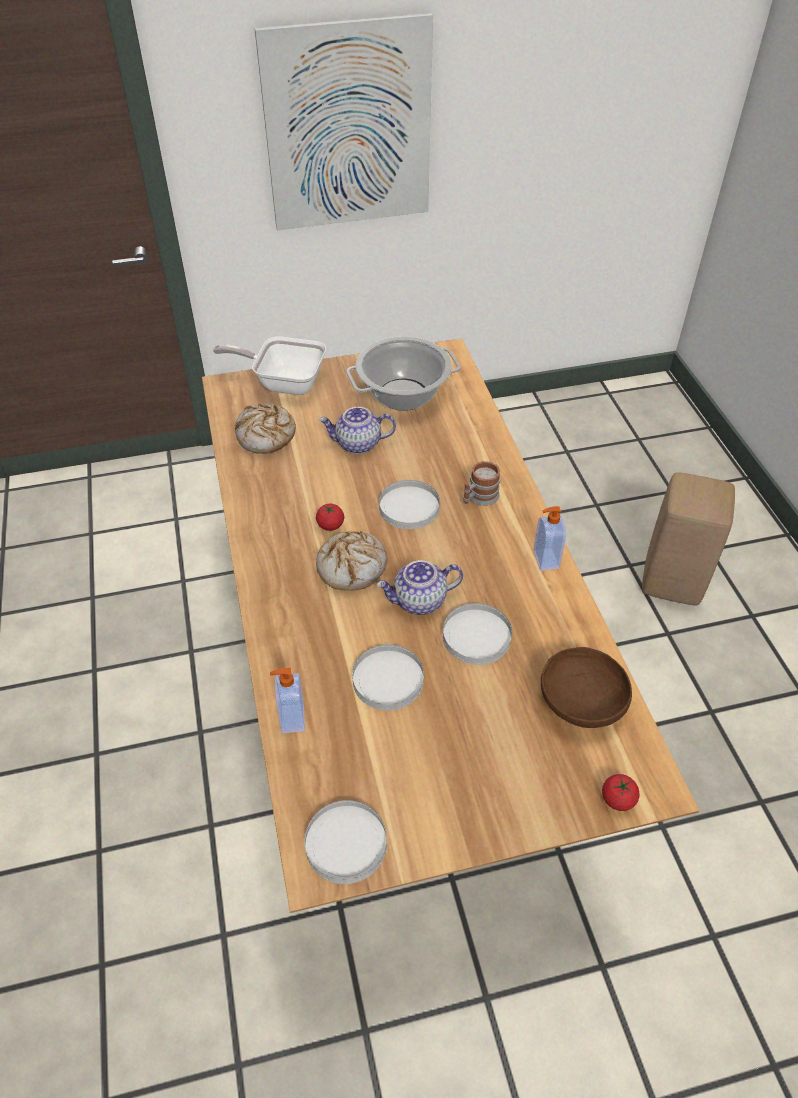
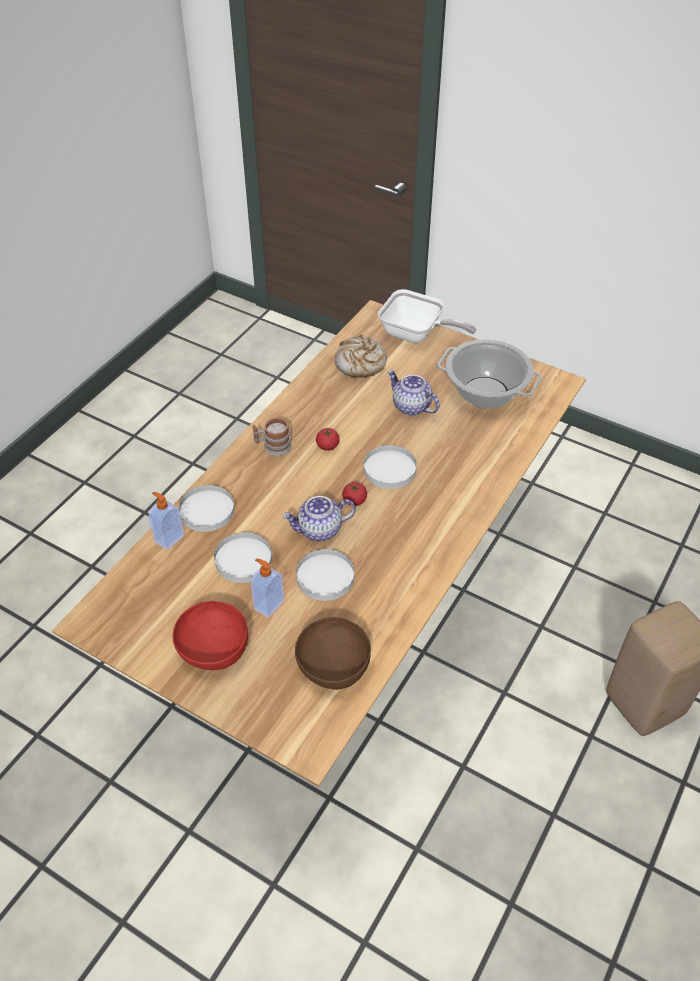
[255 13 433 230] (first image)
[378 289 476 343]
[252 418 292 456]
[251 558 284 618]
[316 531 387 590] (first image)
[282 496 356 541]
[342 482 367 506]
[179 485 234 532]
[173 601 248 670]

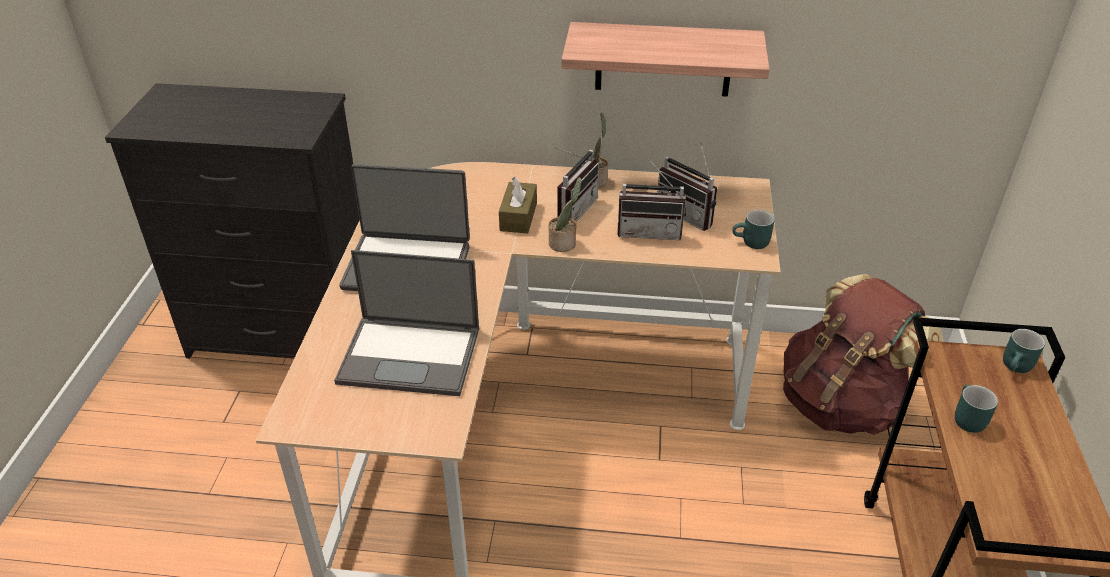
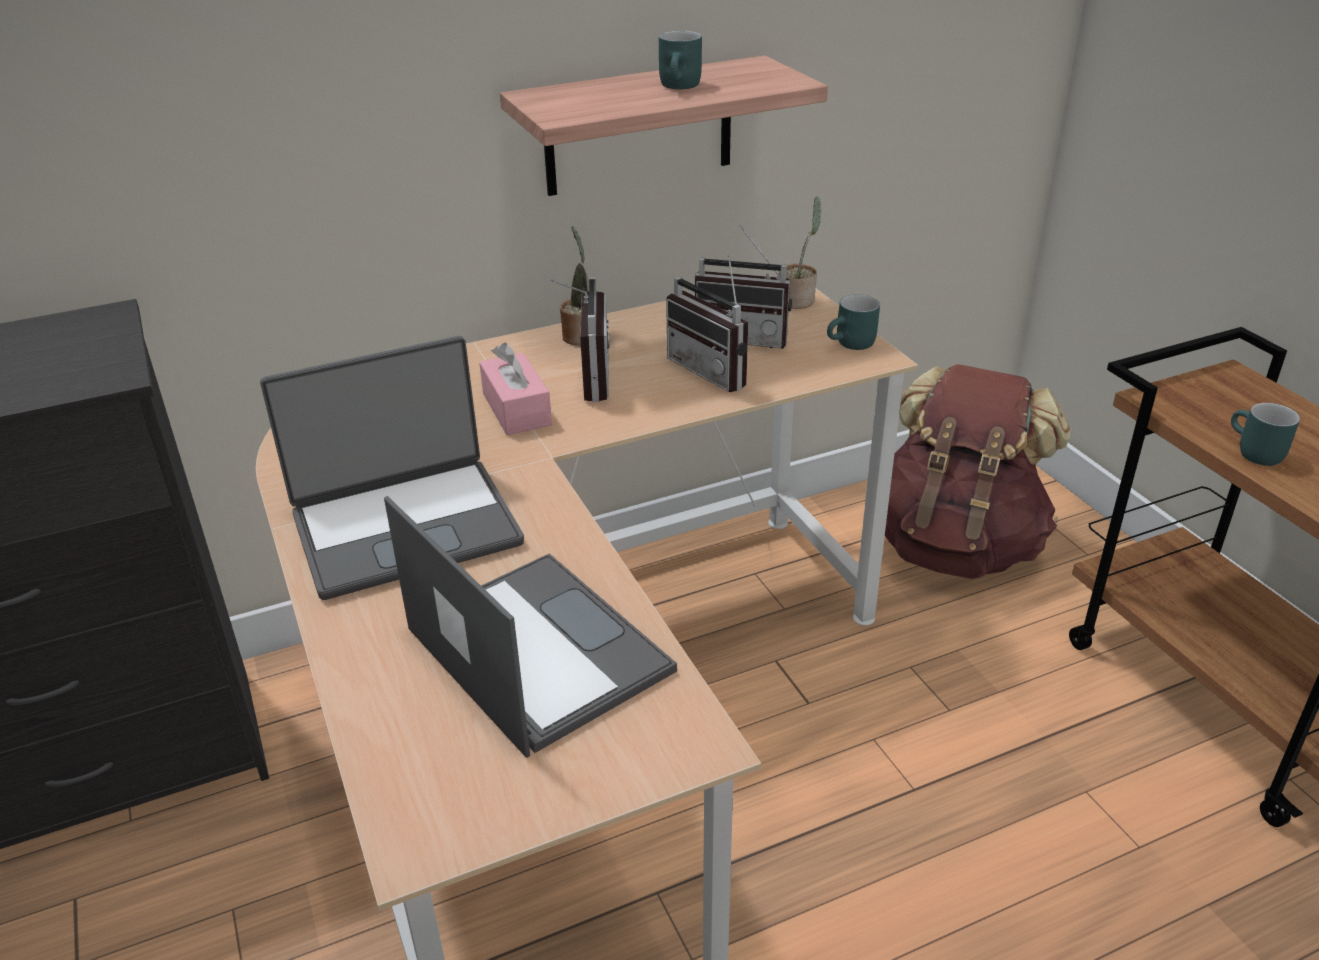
[666 254 748 392]
[479 342 552 435]
[779 197 821 309]
[384 496 677 758]
[659 31 702 89]

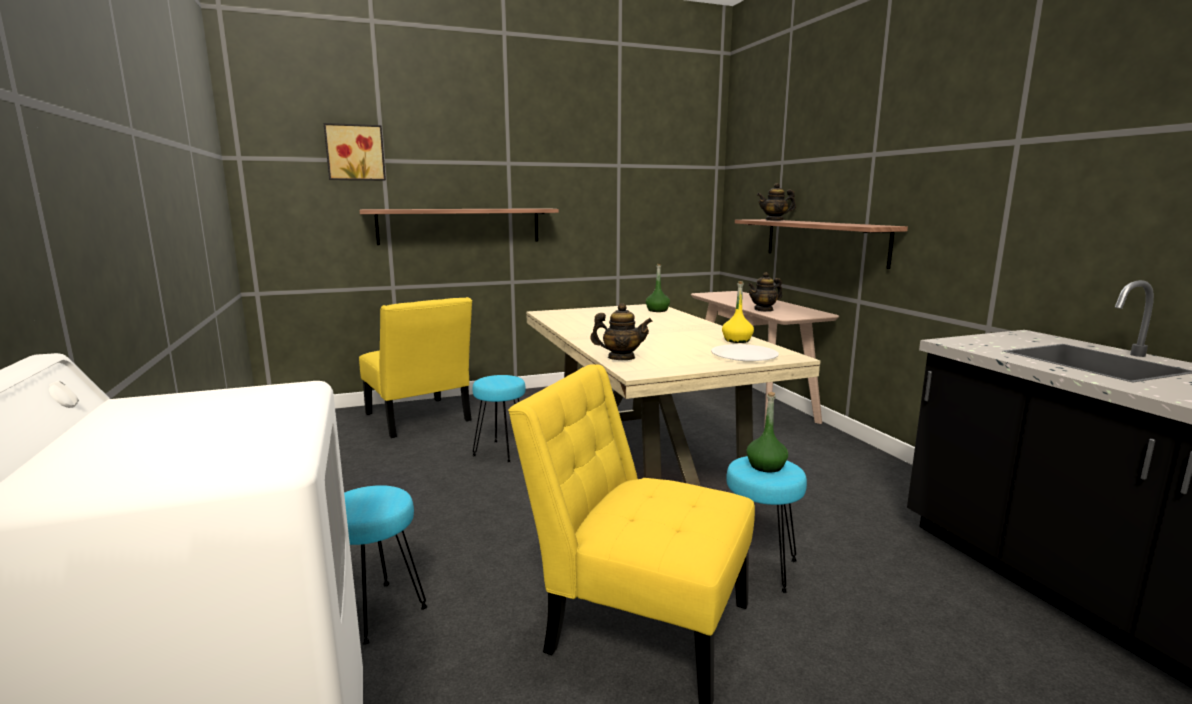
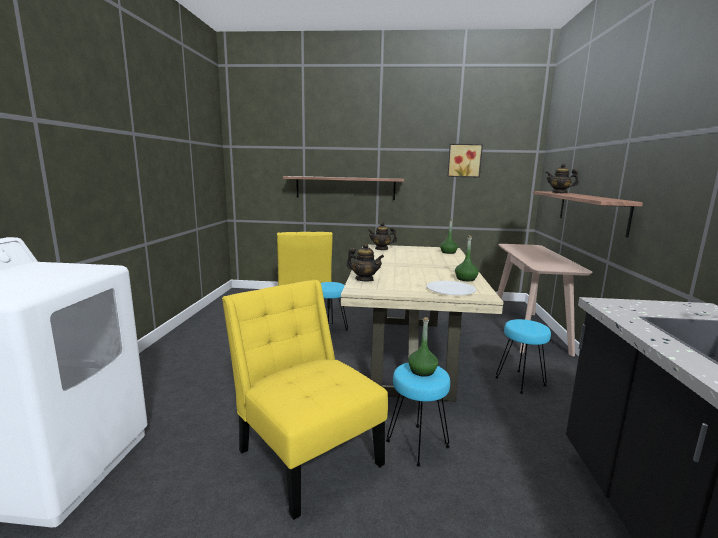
[447 144 483 178]
[368 222 397 250]
[455 235 479 281]
[495 319 551 394]

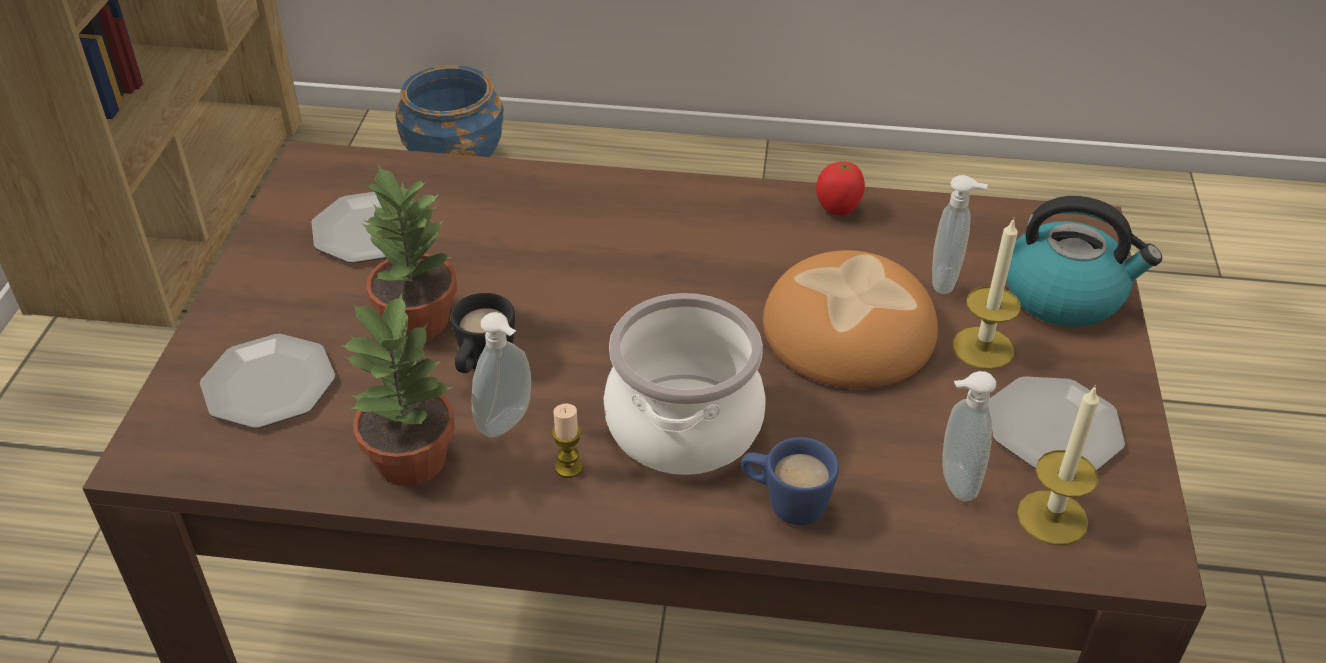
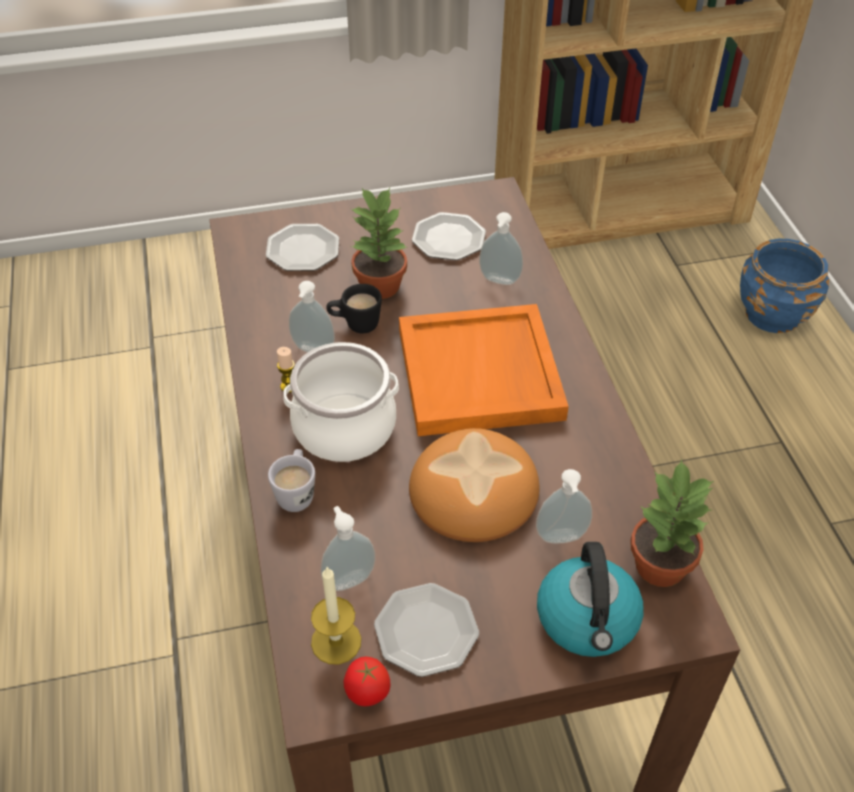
[344 657 390 706]
[953 218 1021 370] (first image)
[630 459 714 587]
[268 449 315 512]
[479 212 523 285]
[399 304 569 436]

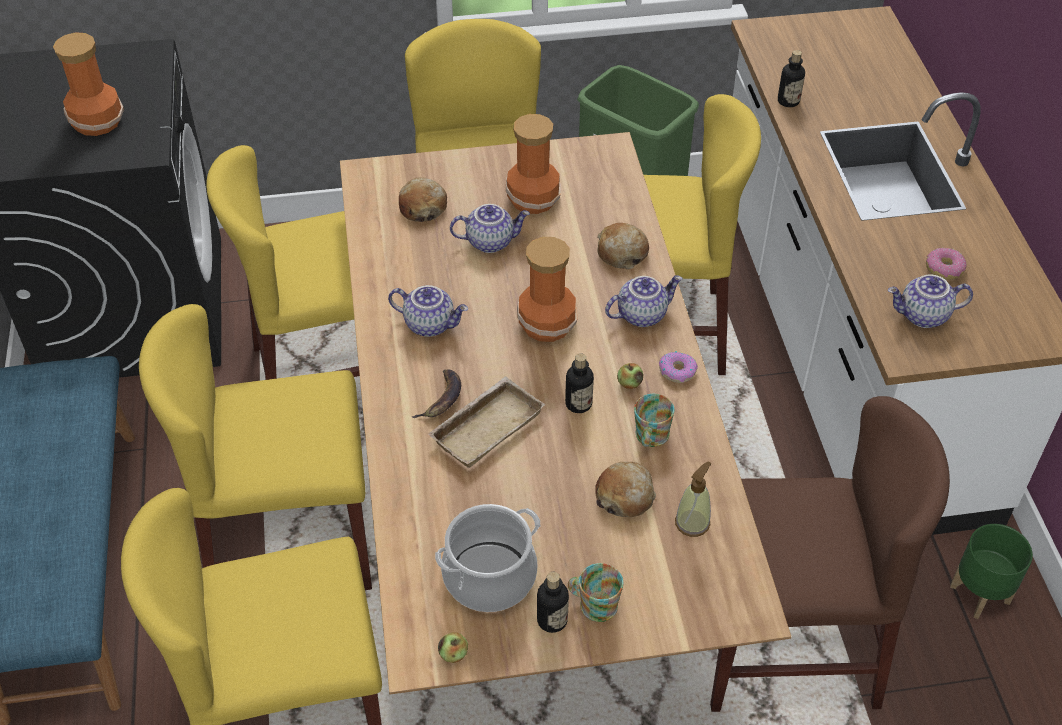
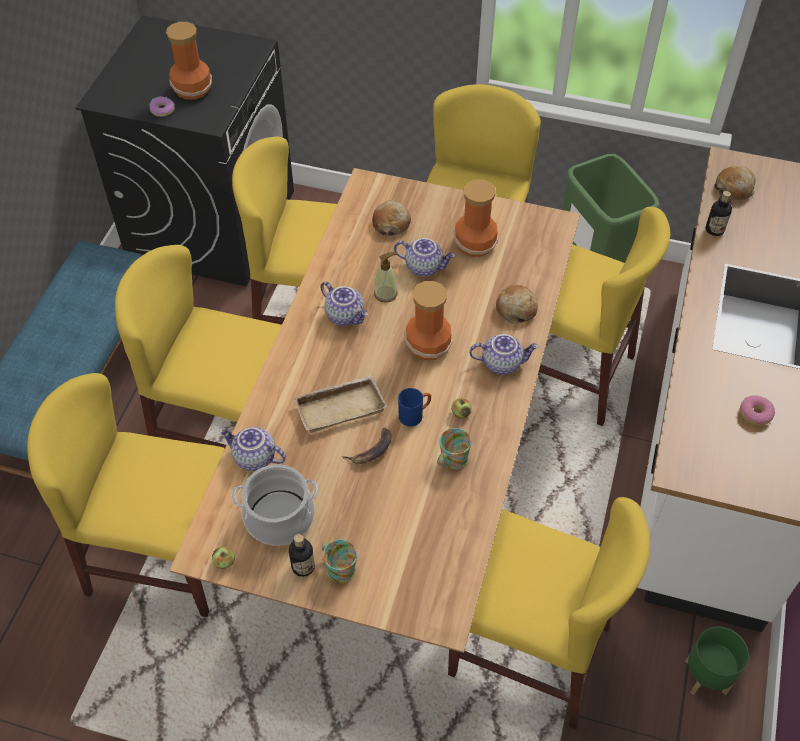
[219 427 286 471]
[149 97 175 117]
[398 388 431 426]
[342 427 392 464]
[448 497 650 729]
[714 166 756 201]
[374 252 398 302]

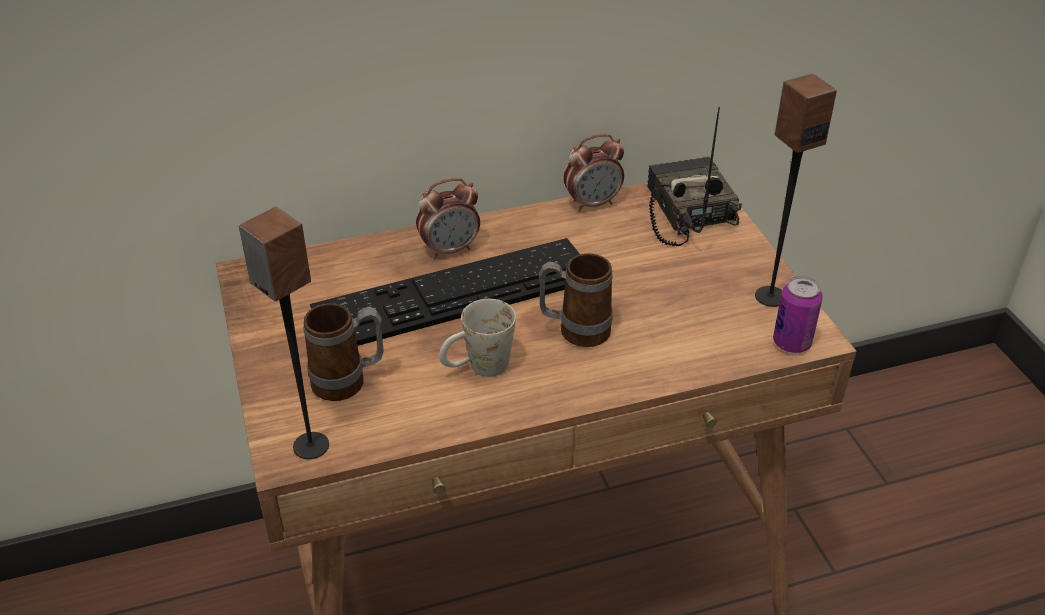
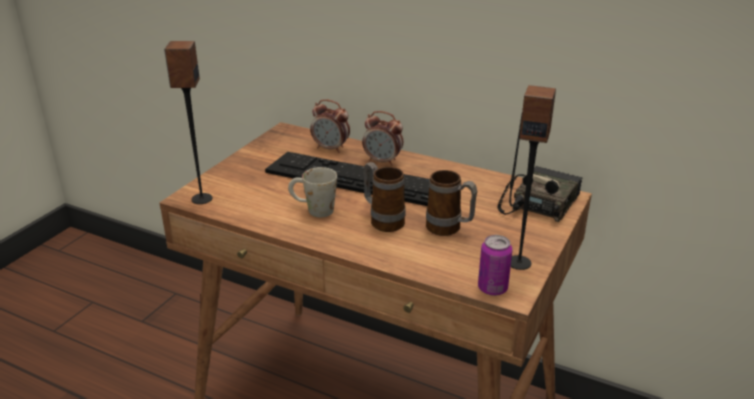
[310 99 350 153]
[426 170 477 236]

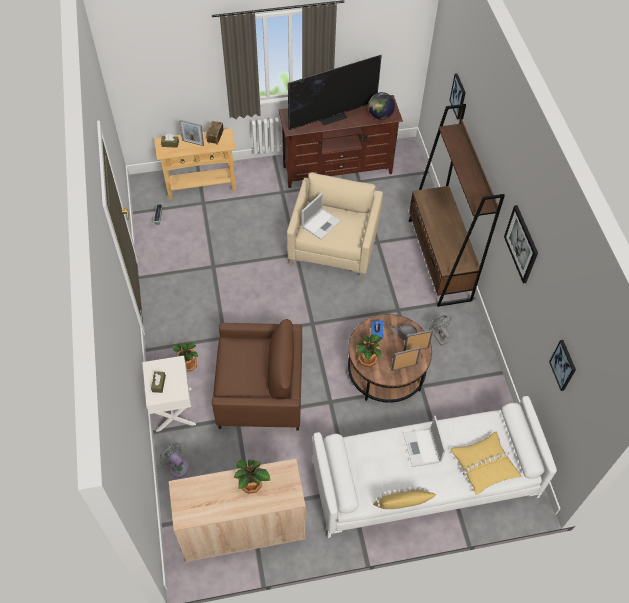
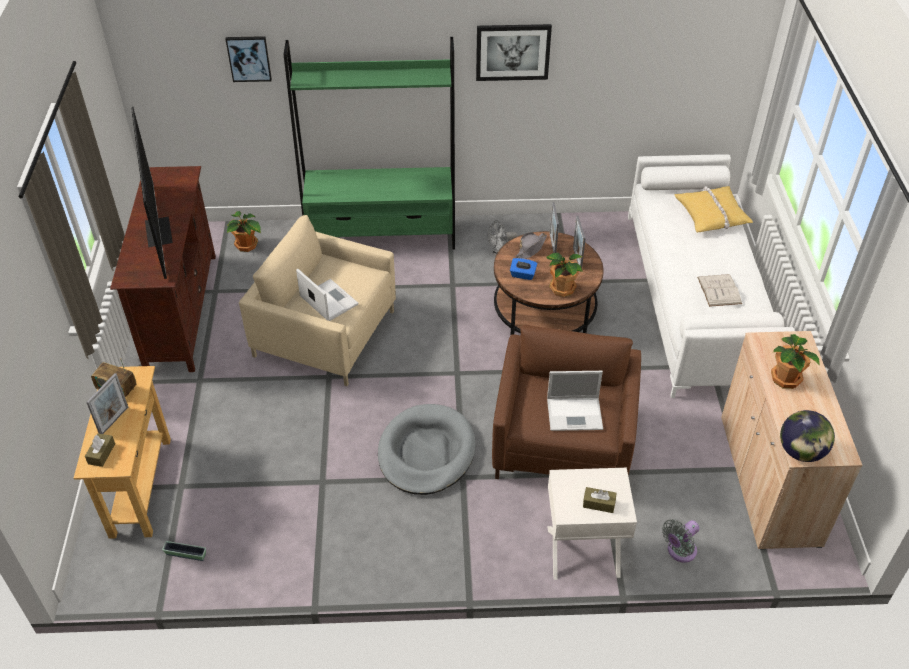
[780 410 835 462]
[284 37 455 250]
[549 340 576 391] (first image)
[227 211 261 252]
[547 371 603 431]
[373 486 436 509] (first image)
[697 274 742 307]
[378 404 476 495]

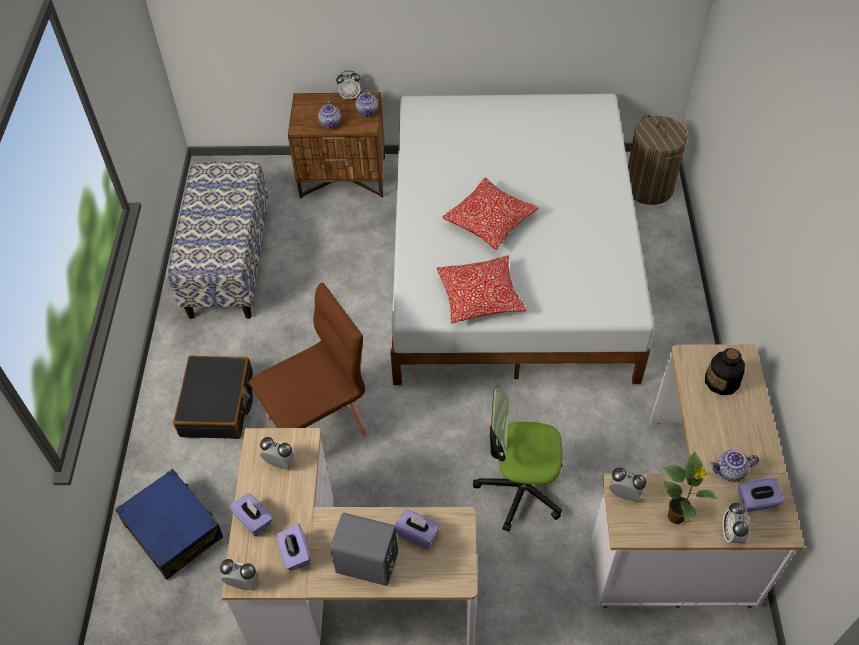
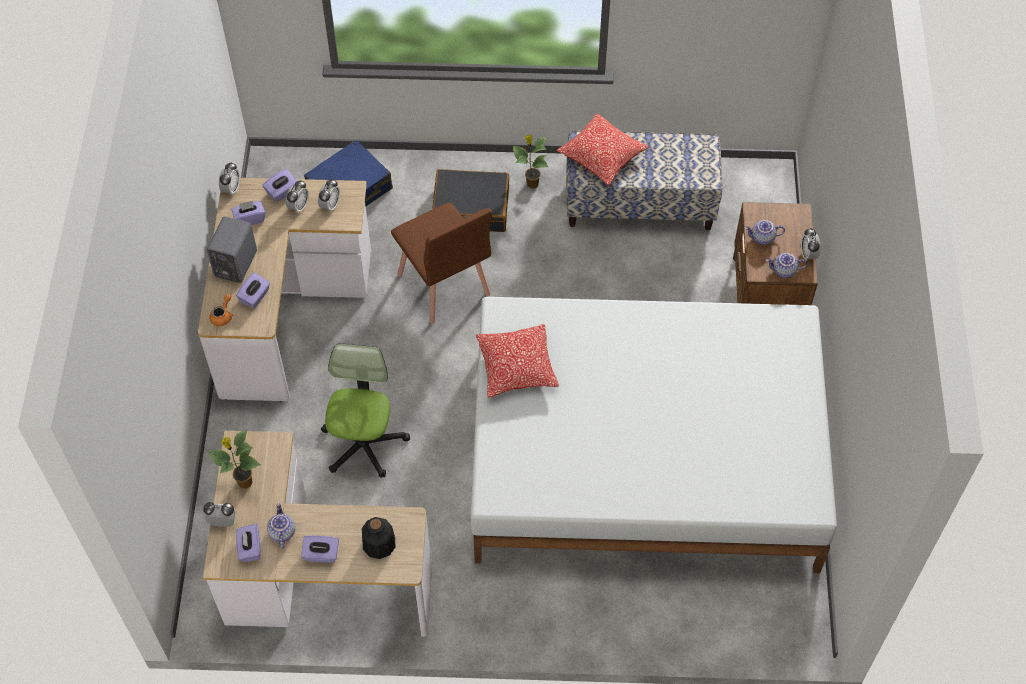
[628 115 688 205] (first image)
[556 113 649 186]
[286 180 309 214]
[513 134 548 189]
[209 294 234 326]
[301 536 339 563]

